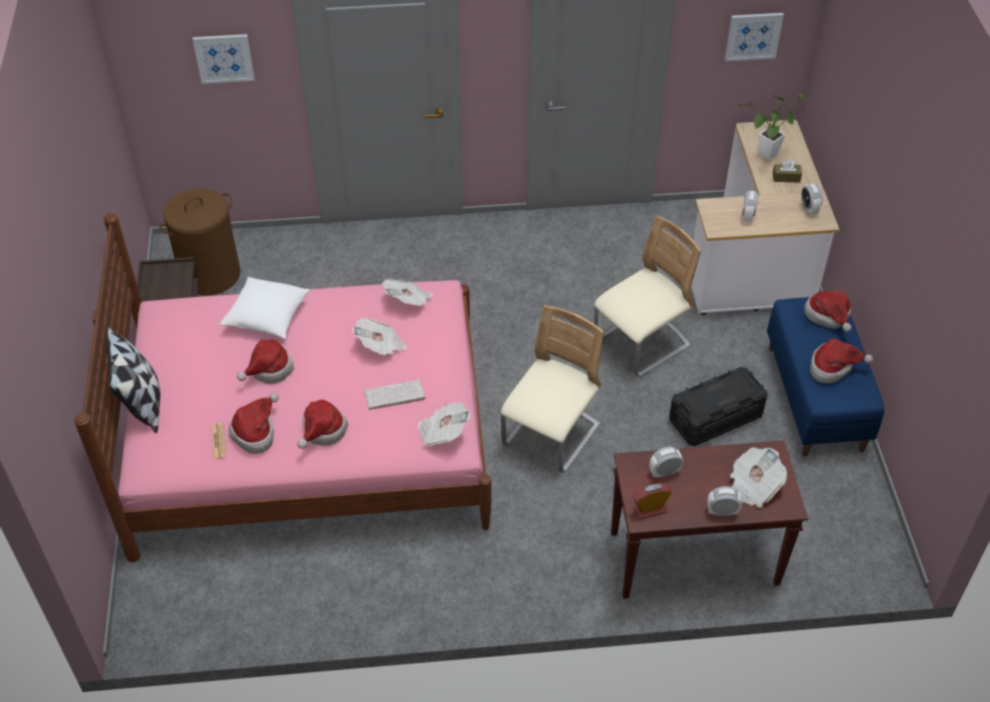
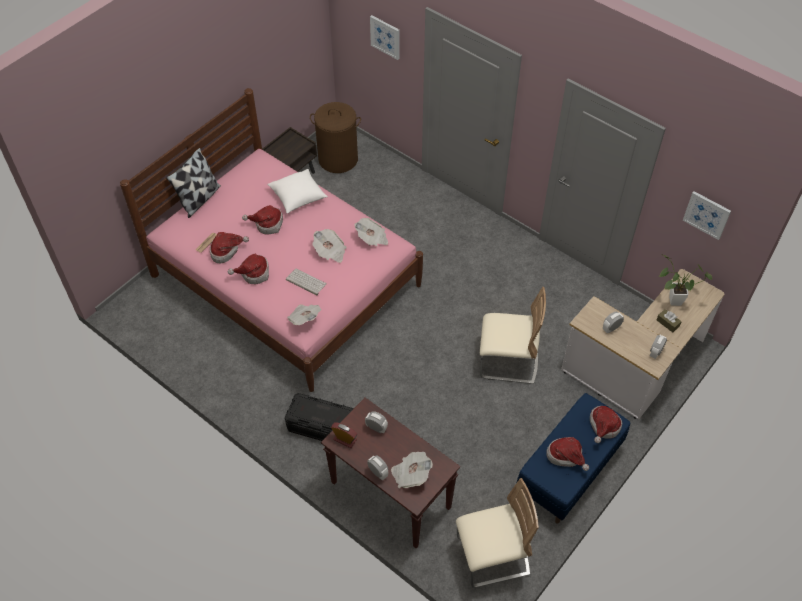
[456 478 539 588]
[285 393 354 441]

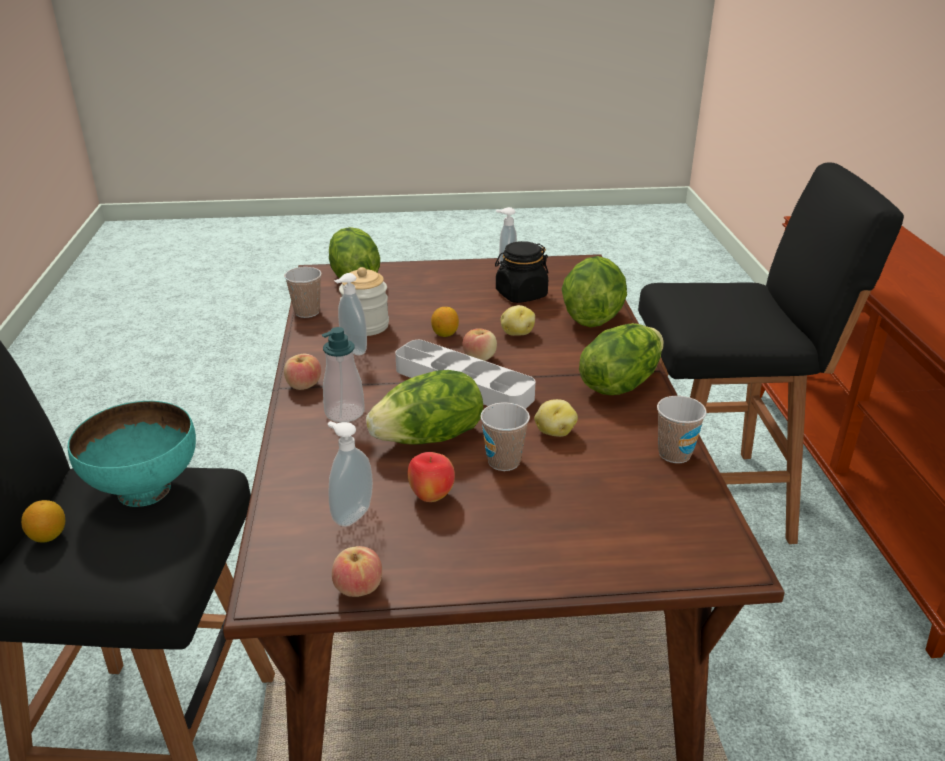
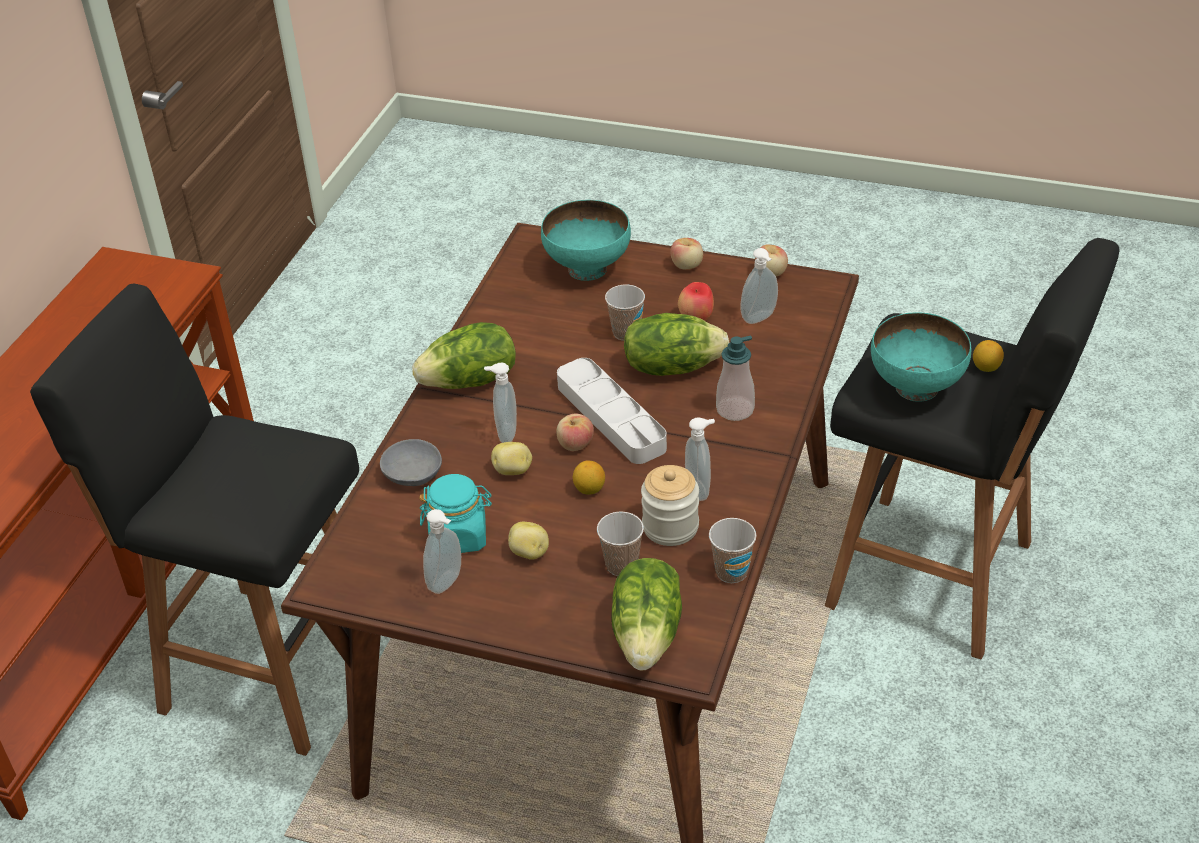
[419 474 492 553]
[380 439 442 486]
[670 238 703 269]
[597 511 644 576]
[508 522 549 560]
[541 200 631 281]
[484 362 517 443]

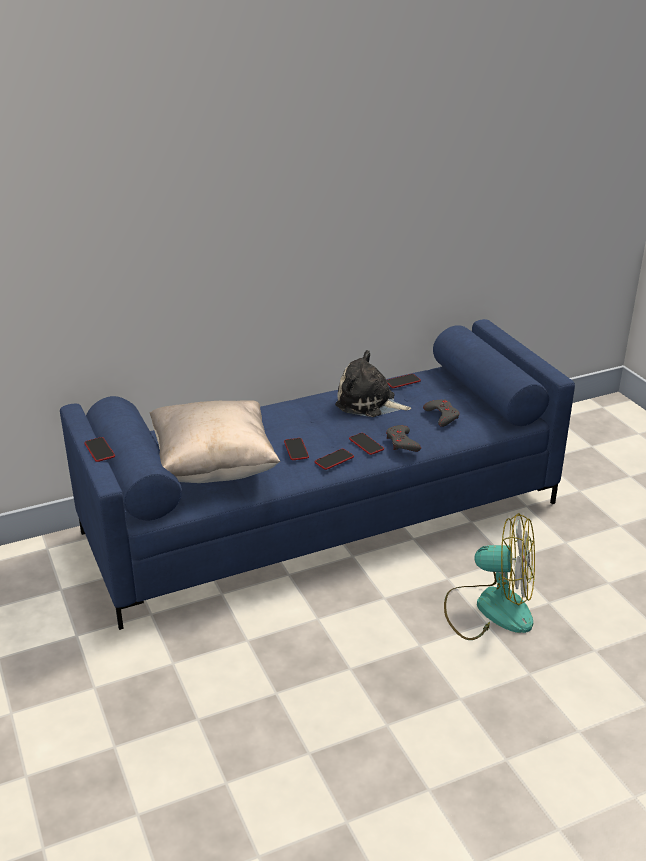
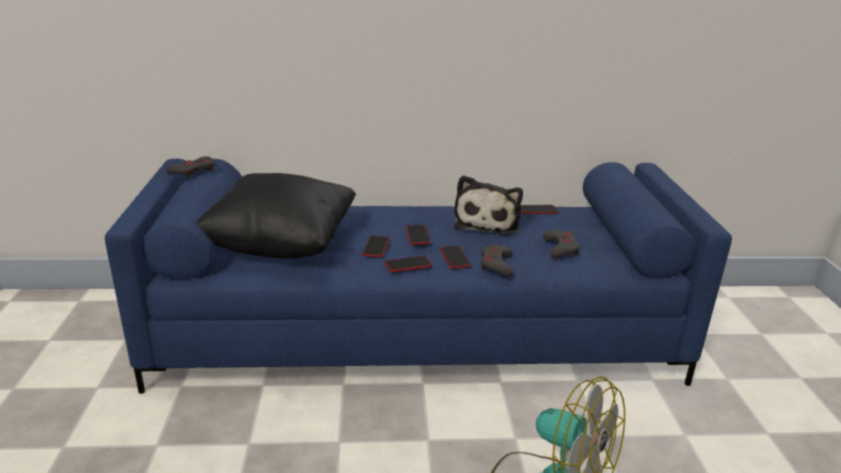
[454 175 523 235]
[197 173 356 259]
[406 225 430 245]
[166 156 215 178]

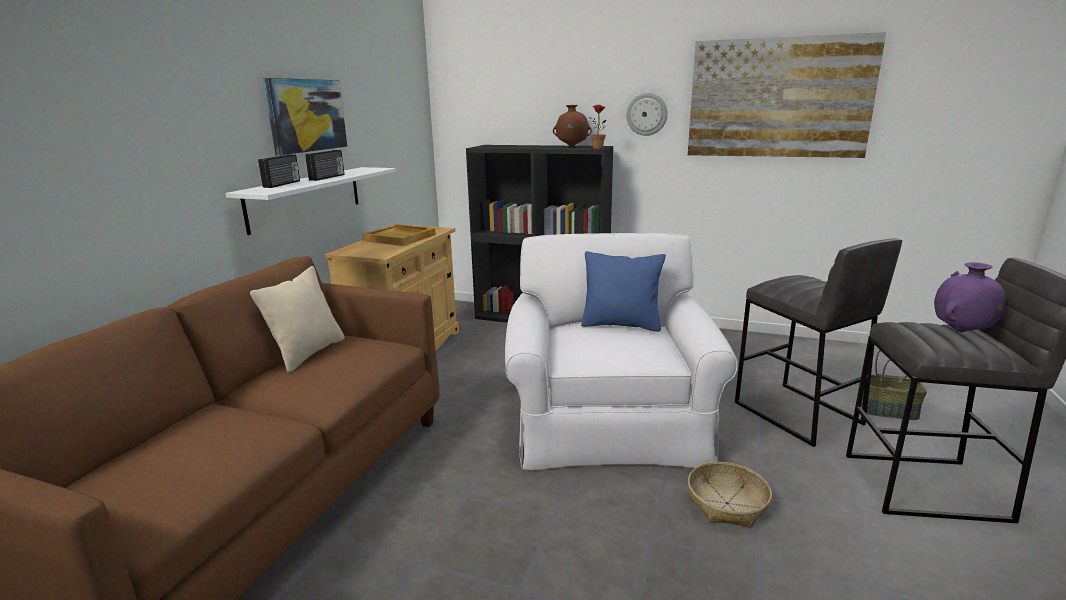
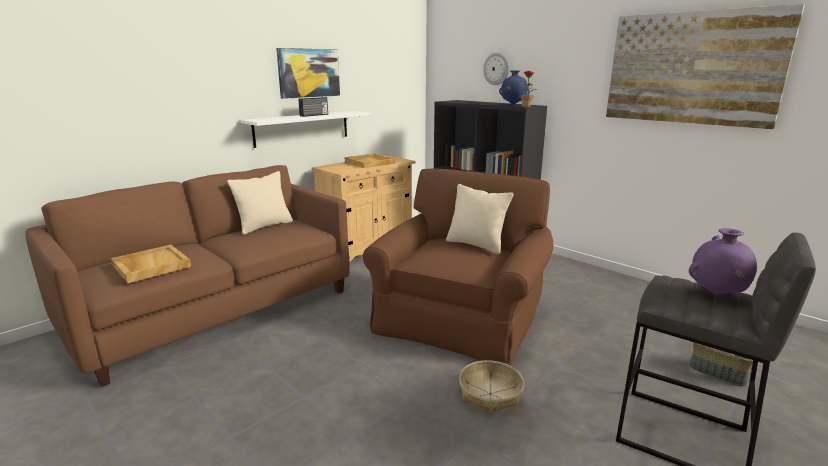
[483 53 509 85]
[499 70 530 104]
[258 154 300 188] (first image)
[363 168 553 366]
[735 238 902 447] (first image)
[446 184 513 254]
[111 245 191 283]

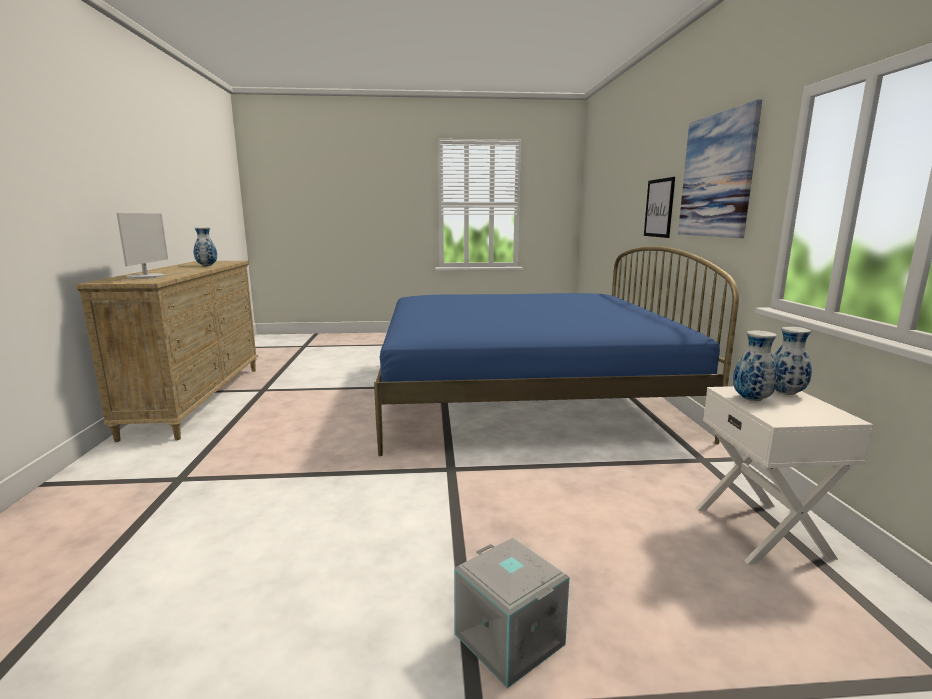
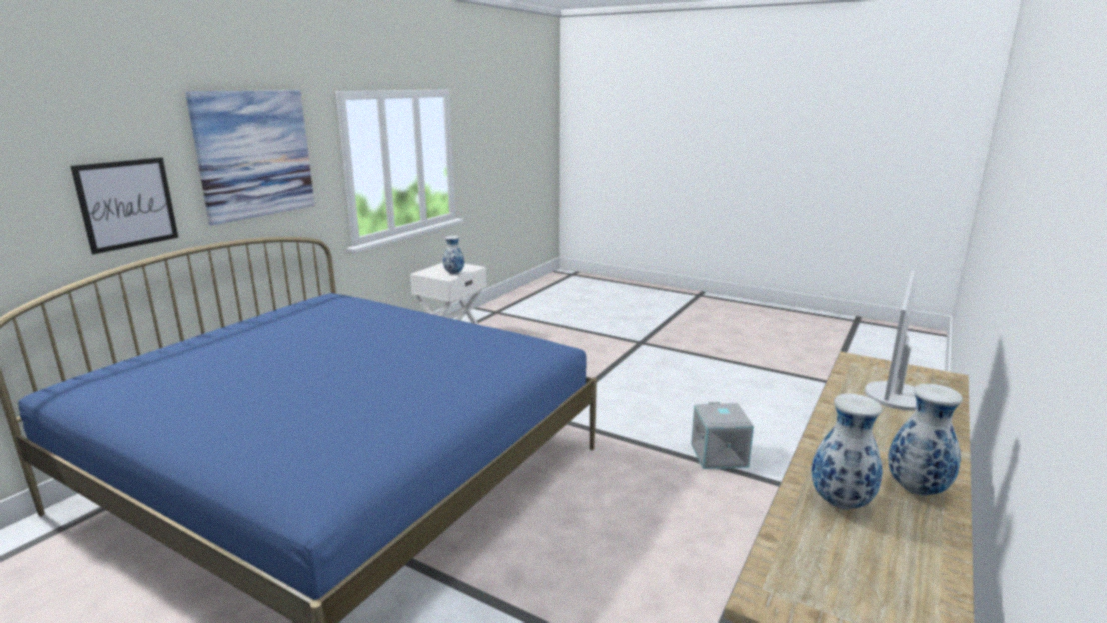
[888 384 963 496]
[691 402 754 469]

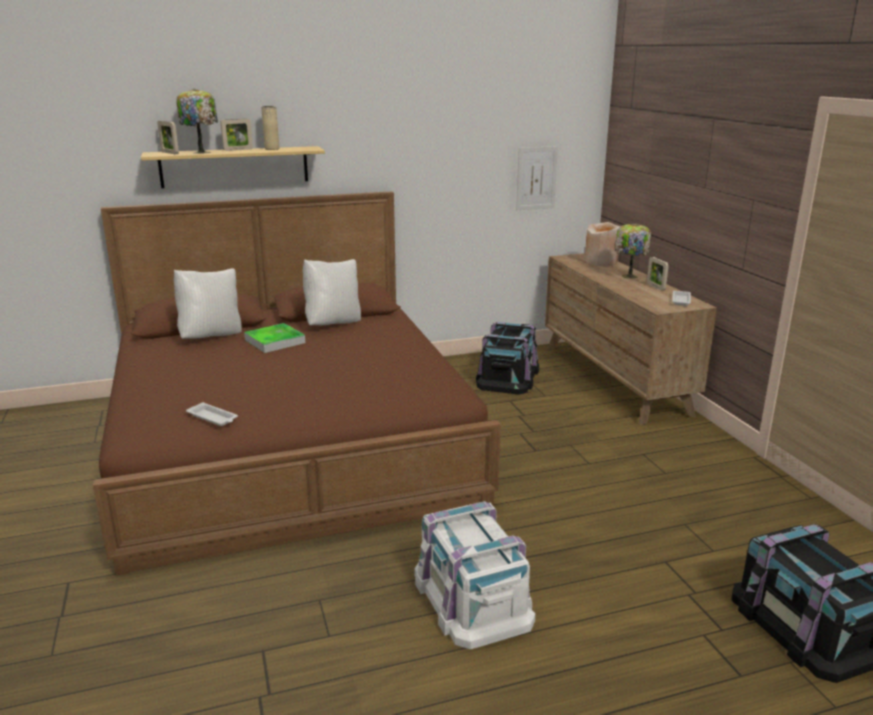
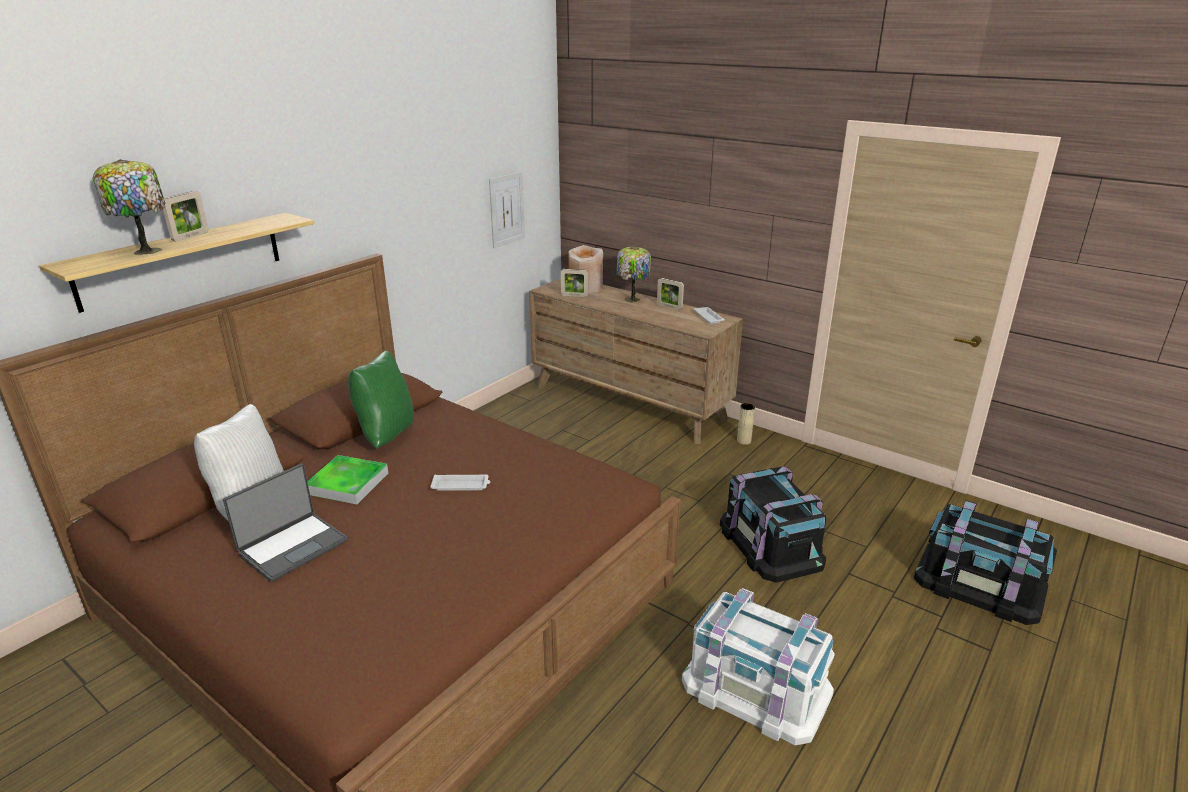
[737 403 755 445]
[561 269 588 297]
[348 351 414 448]
[720 466 826 583]
[430 474 490 491]
[223 464 347 582]

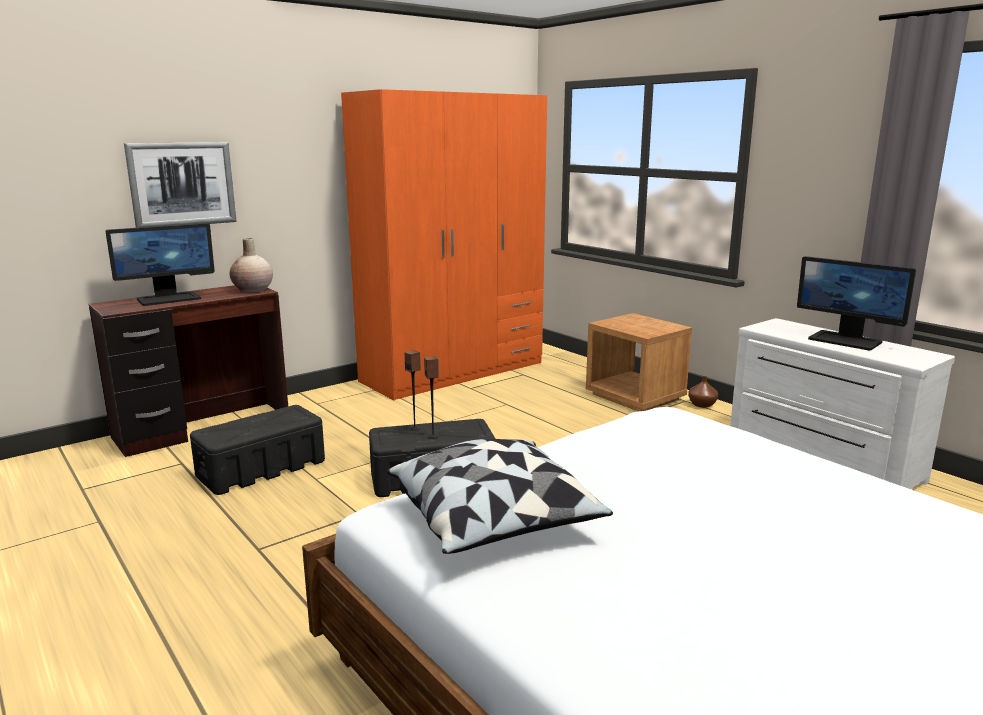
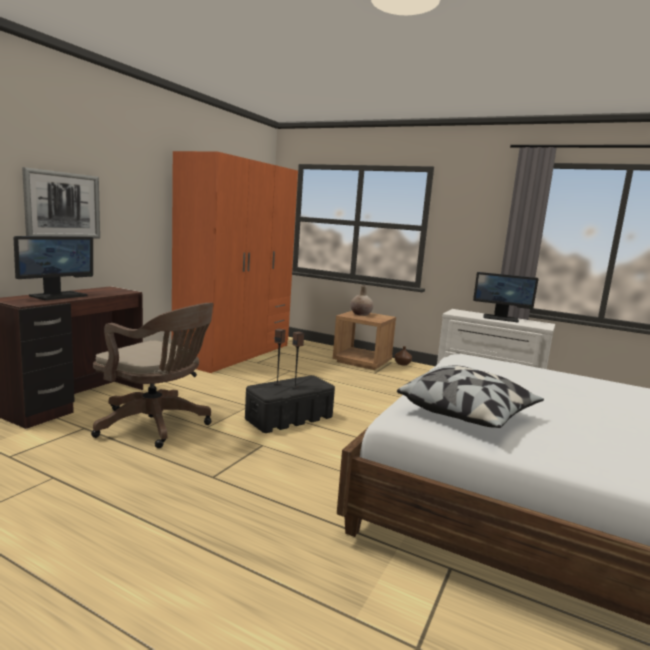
[350 285 374 316]
[91 303 213 448]

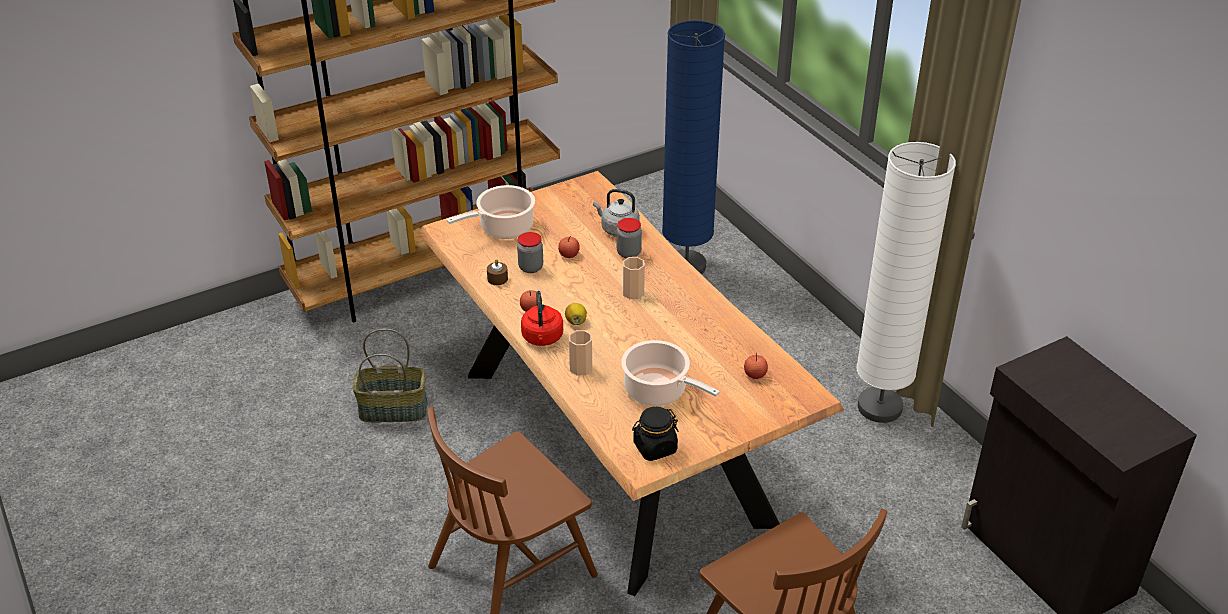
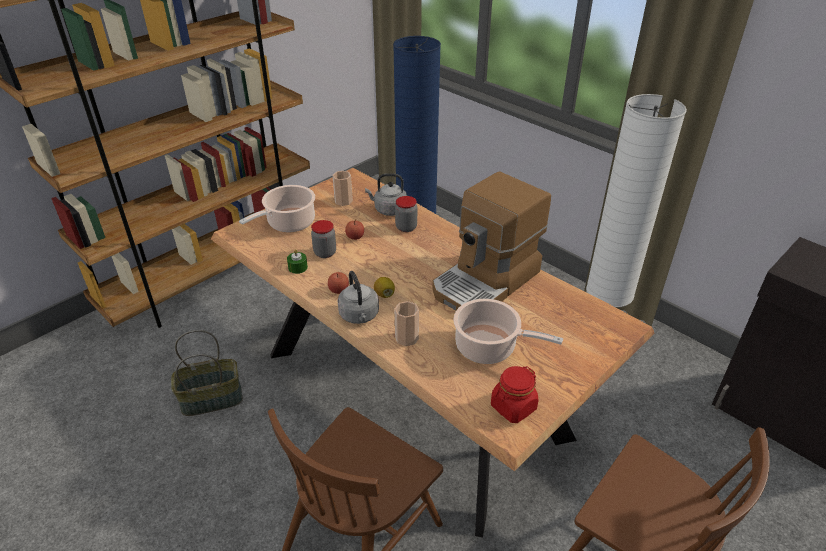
[333 171 353 206]
[287 249 308 274]
[338 271 379 324]
[744 353 768 379] (first image)
[491 366 538 423]
[432 172 551 311]

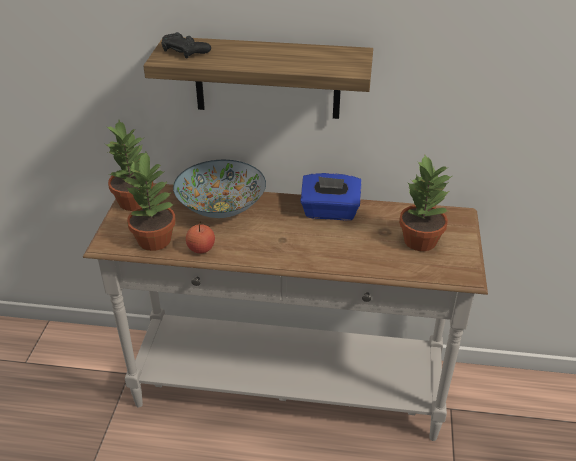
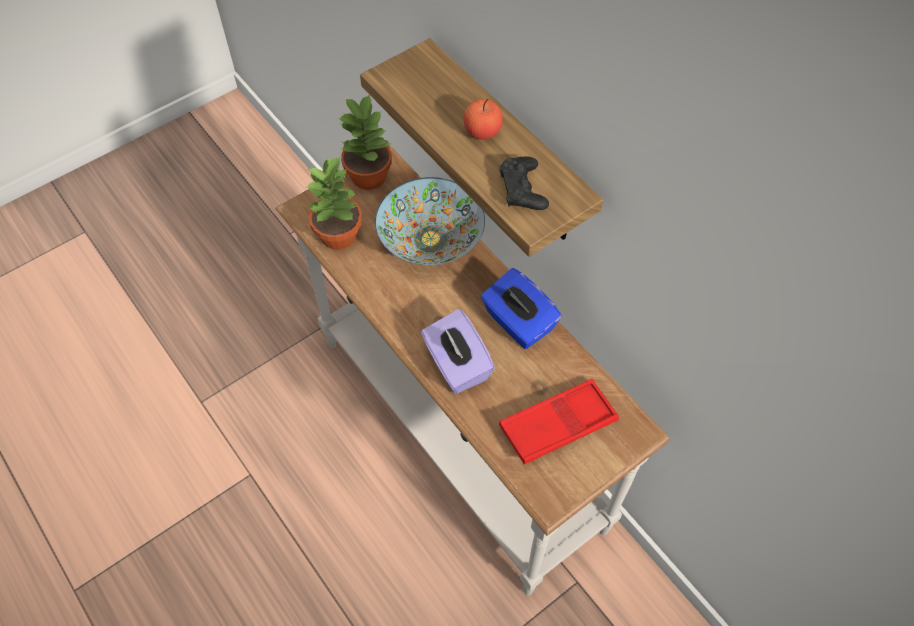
[499 157 549 210]
[499 379 619 464]
[464 99 503 140]
[421 309 495 394]

